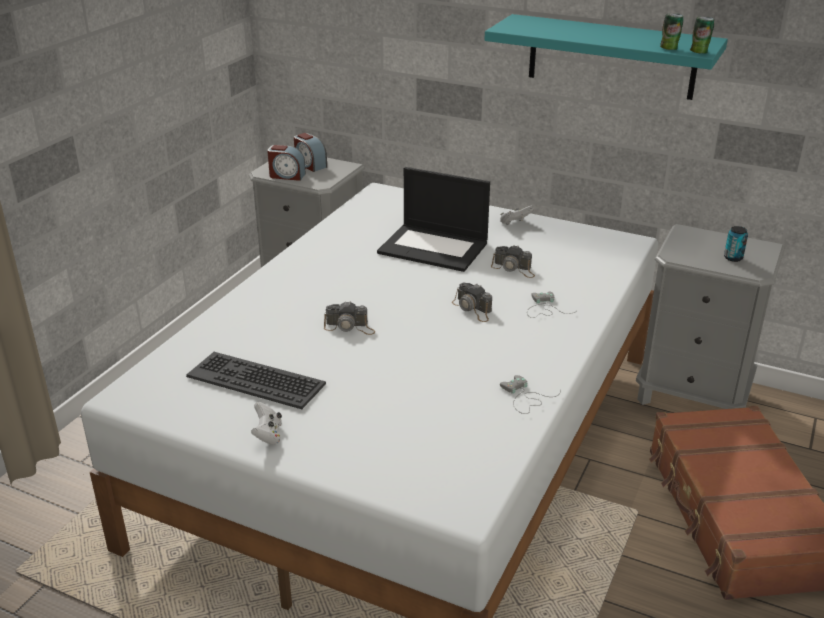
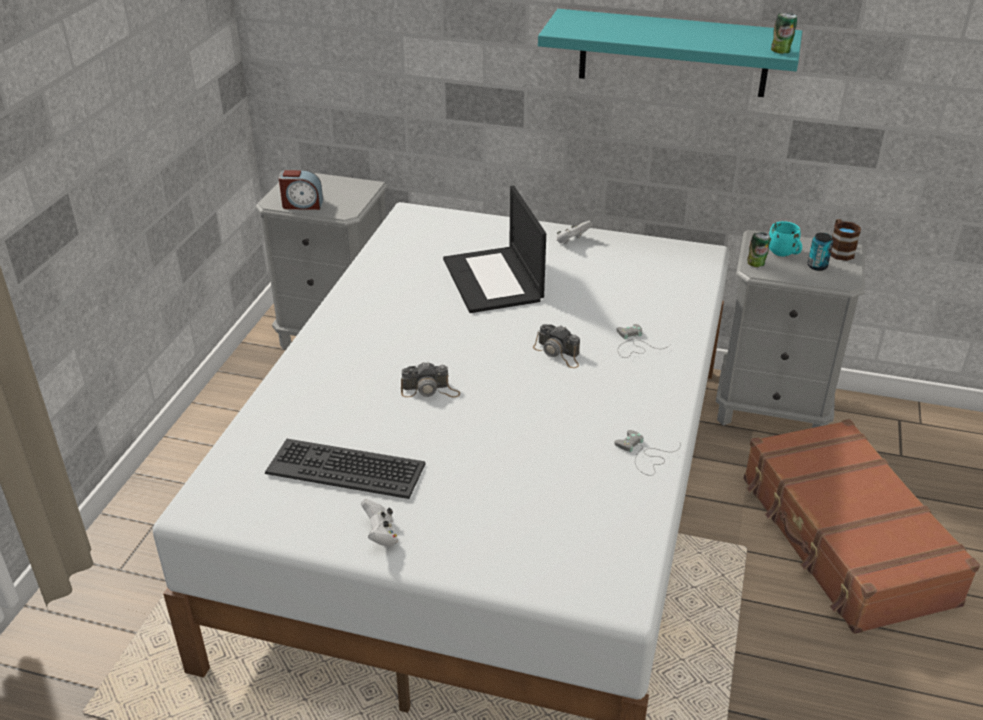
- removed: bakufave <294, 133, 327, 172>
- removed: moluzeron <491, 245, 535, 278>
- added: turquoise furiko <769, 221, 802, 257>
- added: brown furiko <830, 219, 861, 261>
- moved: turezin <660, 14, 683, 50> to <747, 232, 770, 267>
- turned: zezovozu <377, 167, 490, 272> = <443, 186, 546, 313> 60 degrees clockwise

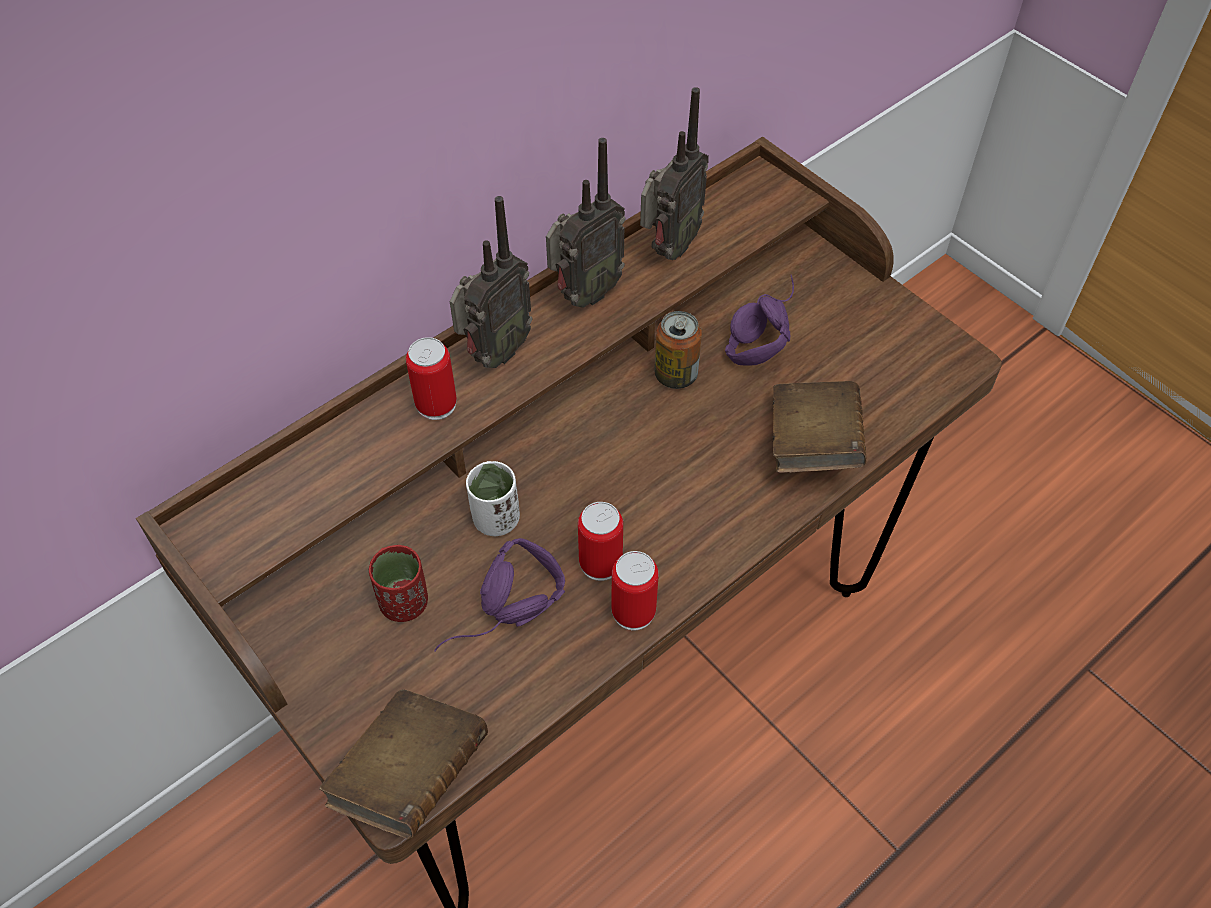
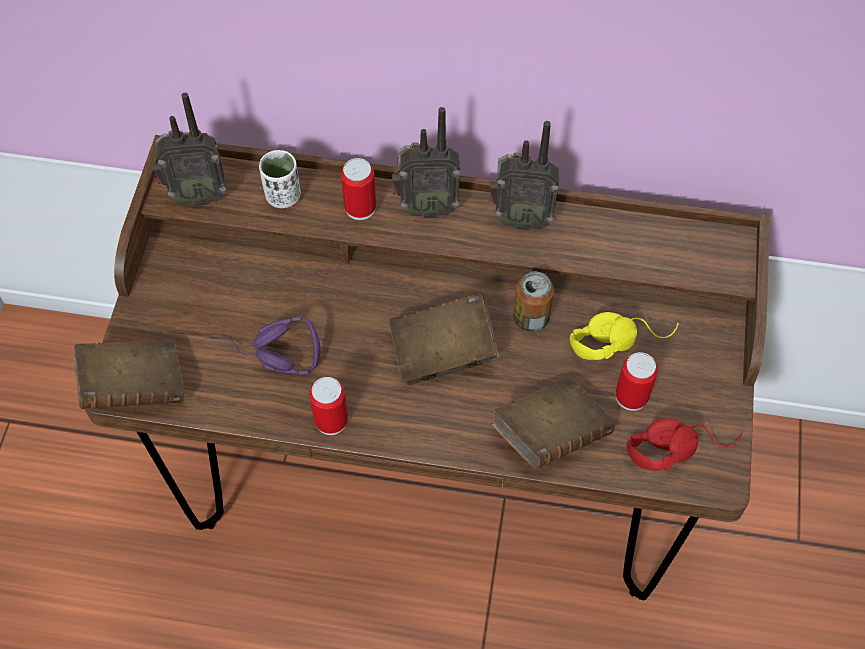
- removed: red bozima <369, 545, 428, 622>
- added: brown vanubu <389, 291, 499, 385>
- added: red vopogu <627, 418, 743, 471>
- moved: white bozima <466, 461, 520, 536> to <259, 150, 301, 208>
- moved: turezin <578, 502, 623, 581> to <615, 352, 658, 411>
- moved: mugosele <640, 87, 709, 260> to <153, 93, 227, 206>
- recoloured: purple vopogu <725, 275, 794, 366> to yellow vopogu <570, 312, 679, 360>

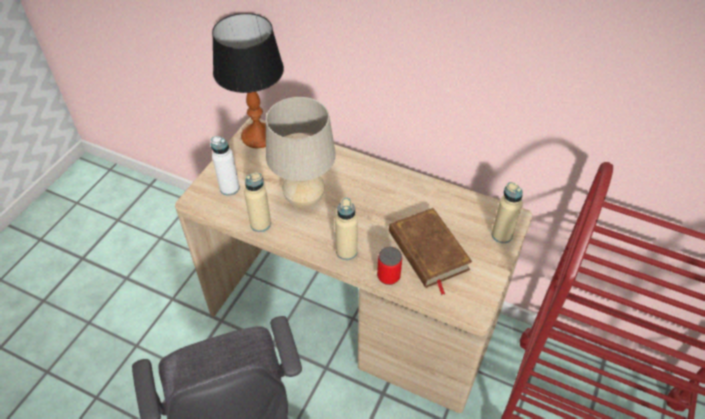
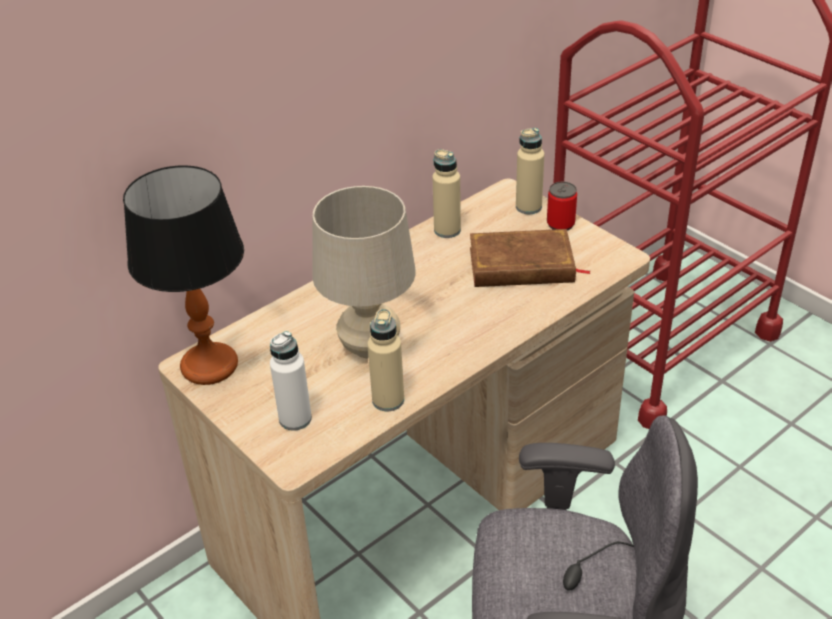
- moved: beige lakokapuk <335, 198, 358, 260> to <432, 149, 461, 238>
- moved: turezin <377, 247, 402, 285> to <547, 182, 577, 230>

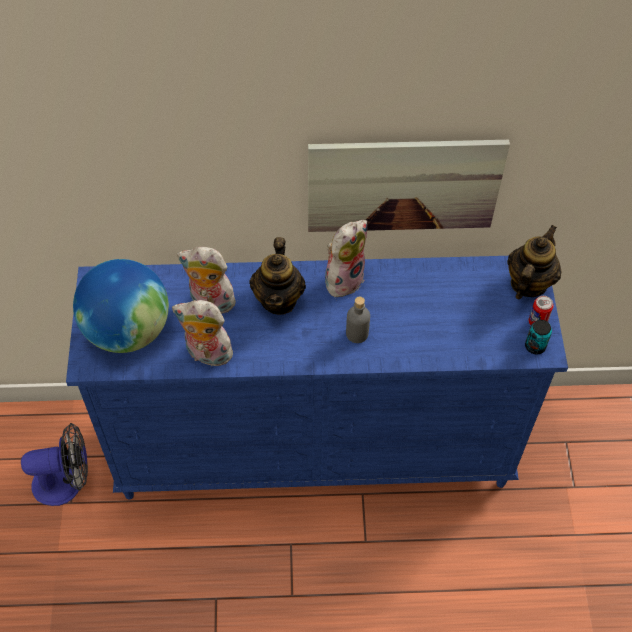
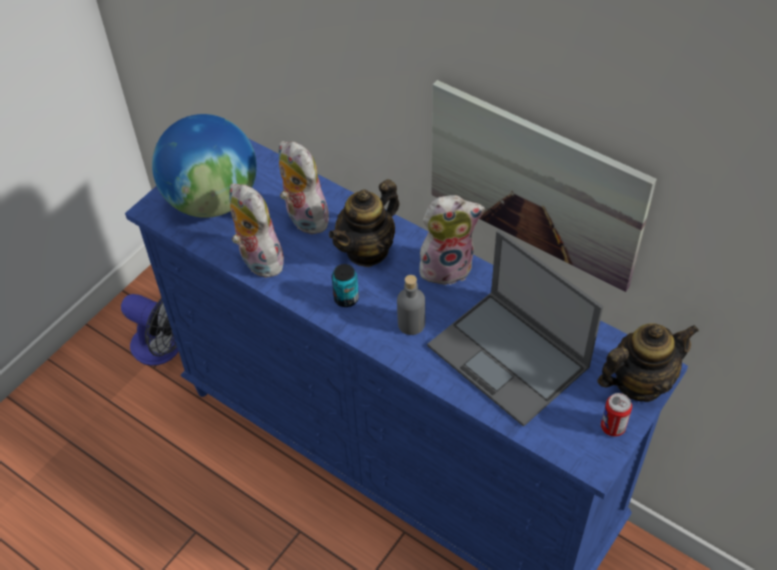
- added: zezovozu <427, 230, 603, 427>
- moved: turezin <525, 320, 552, 354> to <332, 264, 359, 307>

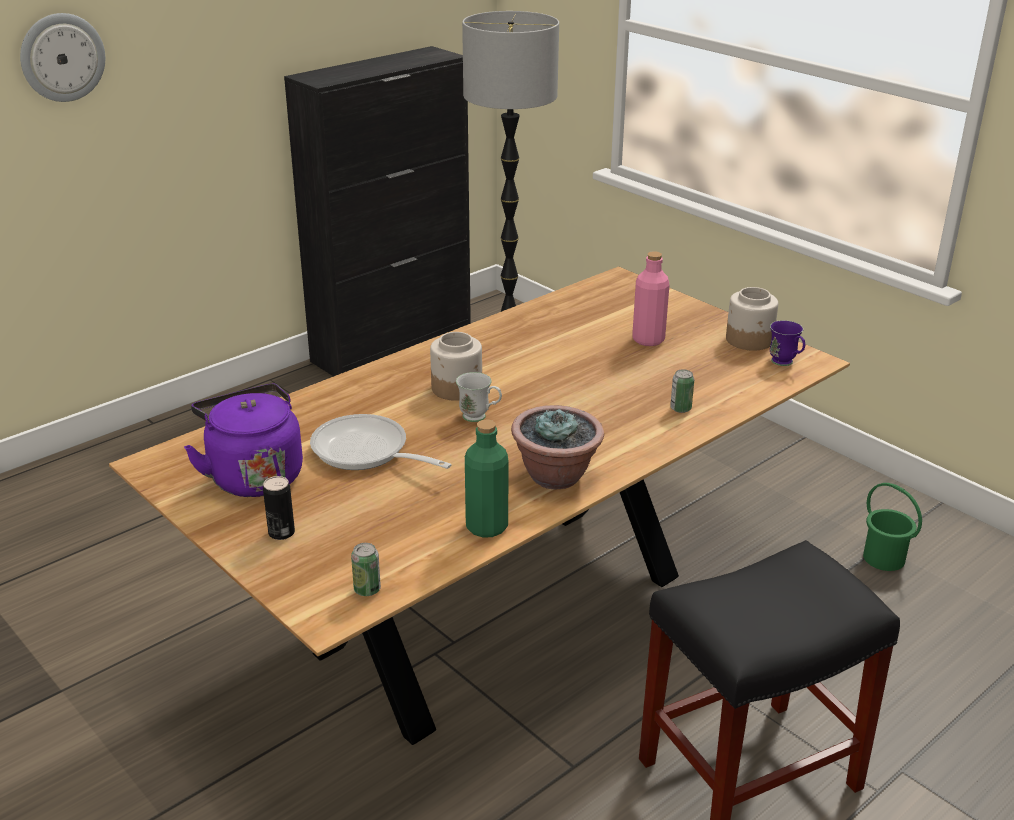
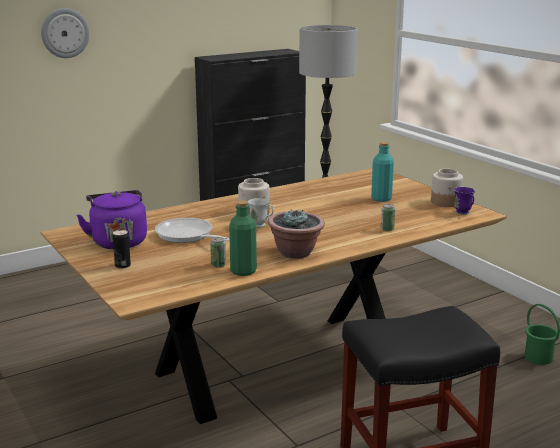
- moved: turezin <351, 543, 381, 596> to <210, 237, 226, 268>
- recoloured: pink lakokapuk <632, 251, 669, 346> to turquoise lakokapuk <371, 142, 394, 202>

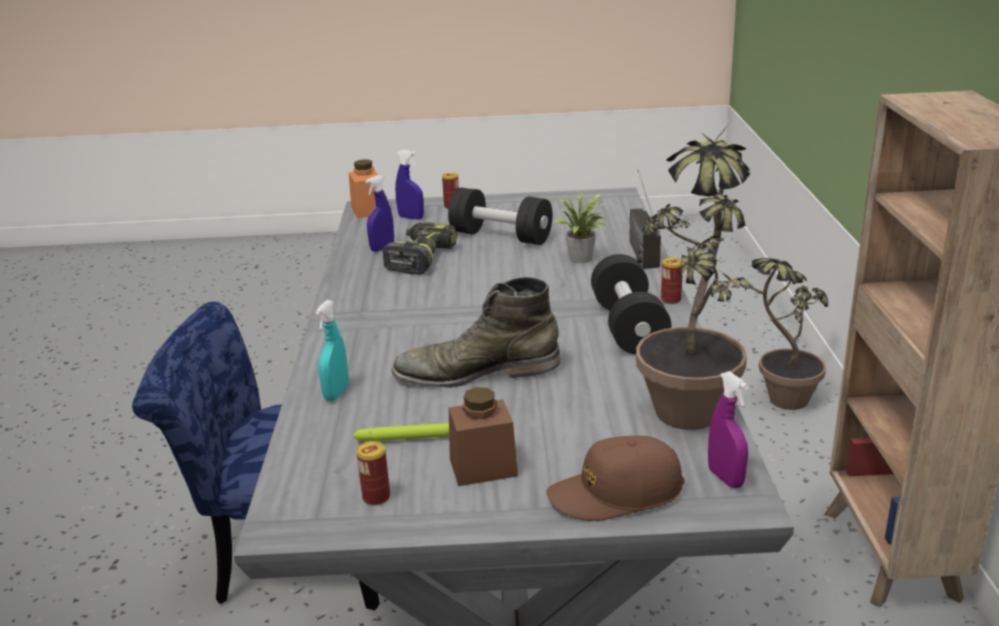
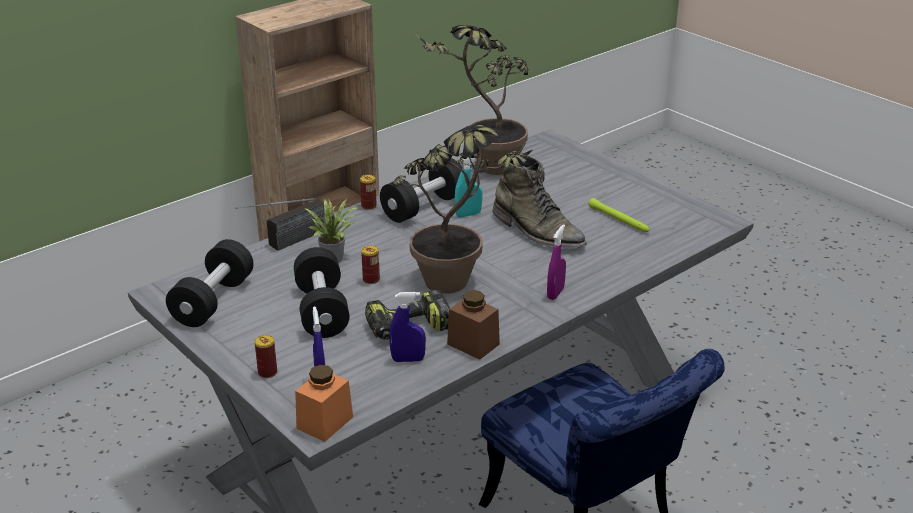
- removed: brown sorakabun <547, 436, 685, 521>
- added: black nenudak <166, 239, 254, 327>
- moved: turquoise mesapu <315, 300, 349, 401> to <455, 157, 482, 217>
- moved: turezin <356, 441, 390, 506> to <361, 245, 380, 284>
- moved: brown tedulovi <449, 387, 518, 486> to <447, 290, 500, 360>
- moved: purple mesapu <708, 371, 748, 488> to <547, 224, 566, 300>
- moved: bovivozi <719, 258, 828, 410> to <392, 124, 532, 294>

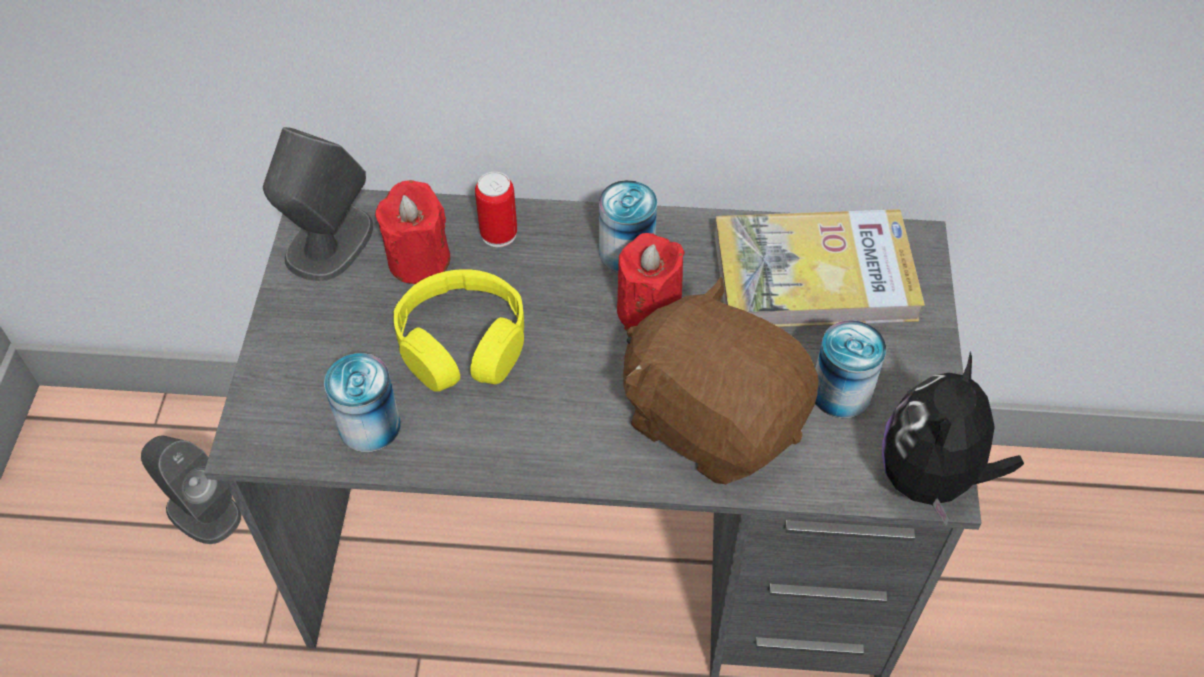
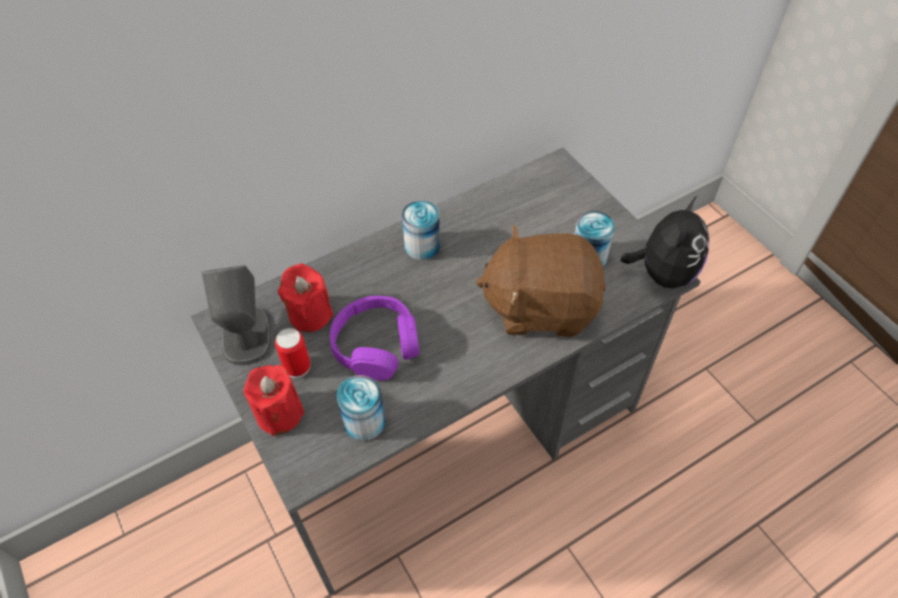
- removed: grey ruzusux <141, 435, 241, 544>
- removed: vanubu <714, 209, 925, 327>
- moved: turezin <475, 172, 517, 247> to <275, 328, 311, 378>
- moved: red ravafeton <617, 233, 685, 330> to <244, 365, 304, 436>
- recoloured: yellow vopogu <394, 269, 524, 392> to purple vopogu <330, 296, 420, 380>
- turned: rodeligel <882, 352, 1024, 526> = <621, 195, 709, 288> 150 degrees counterclockwise

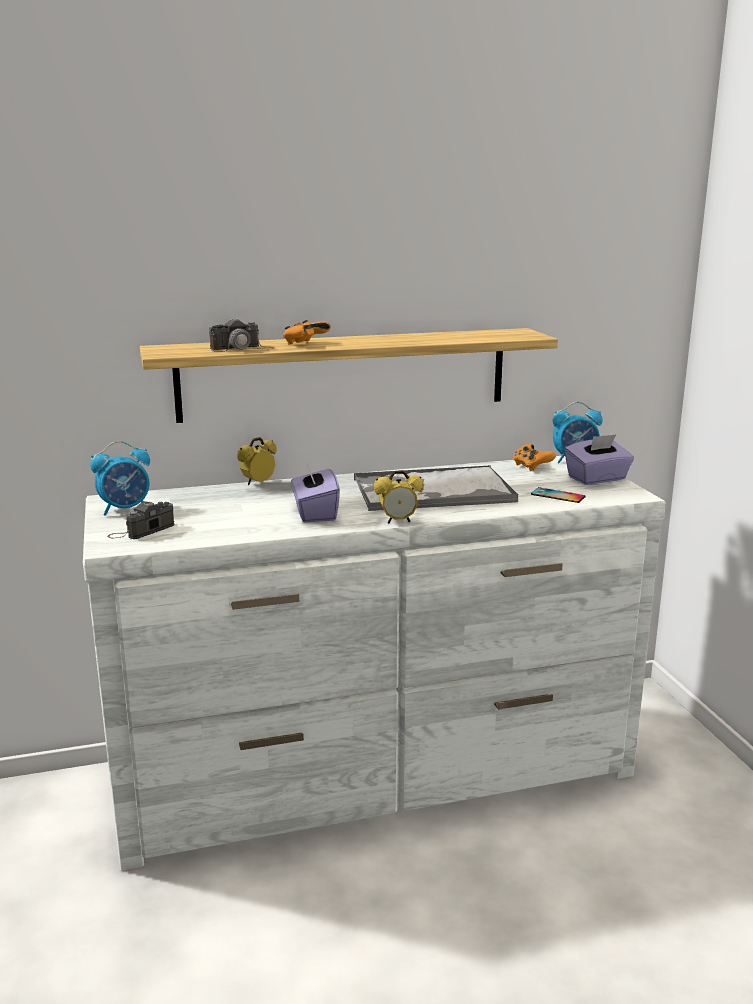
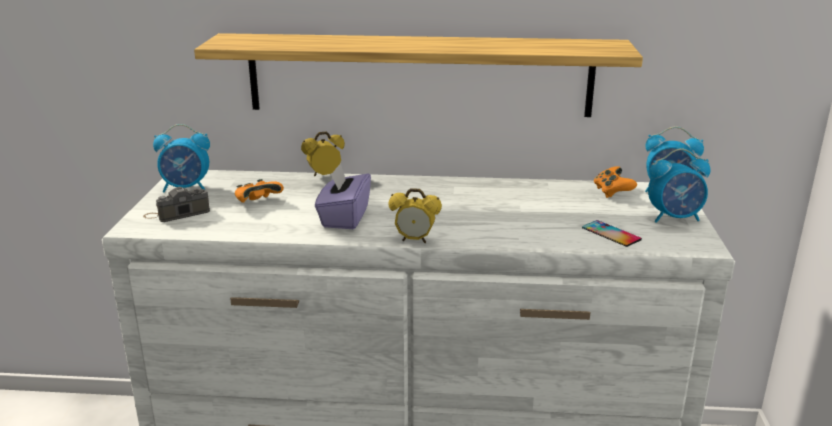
- removed: moluzeron <209, 318, 274, 352>
- removed: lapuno <354, 465, 518, 511>
- moved: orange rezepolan <283, 320, 331, 345> to <235, 179, 284, 203>
- replaced: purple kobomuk <564, 434, 634, 485> to bakufave <648, 148, 711, 222>

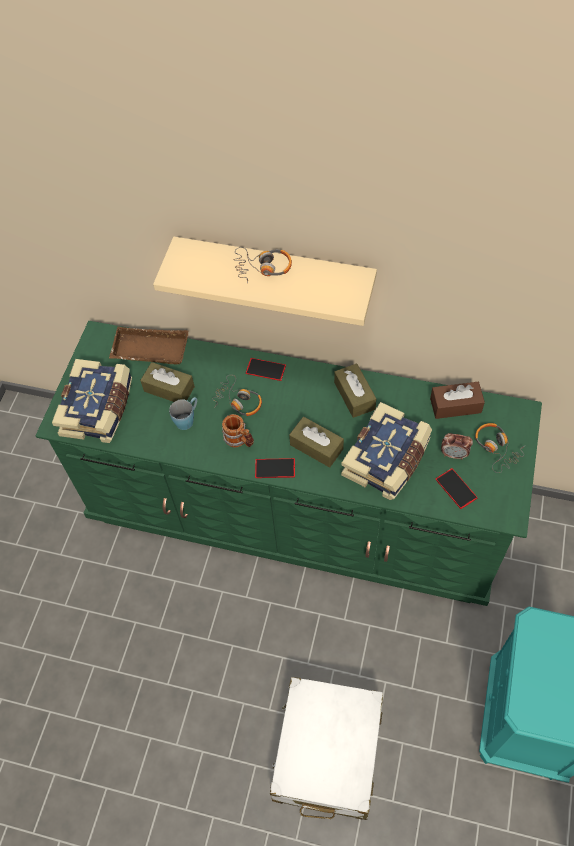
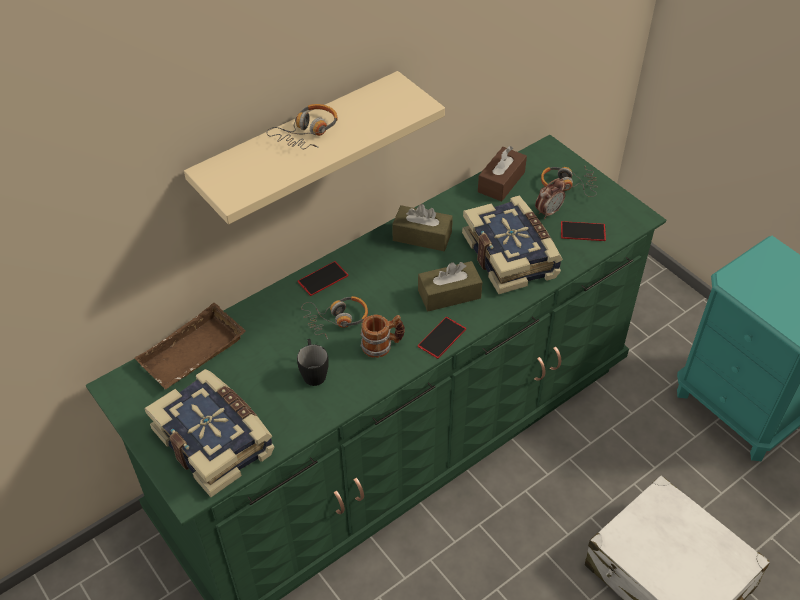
- removed: brown kobomuk <140, 362, 195, 402>
- recoloured: blue furiko <169, 397, 197, 430> to black furiko <297, 339, 329, 386>

